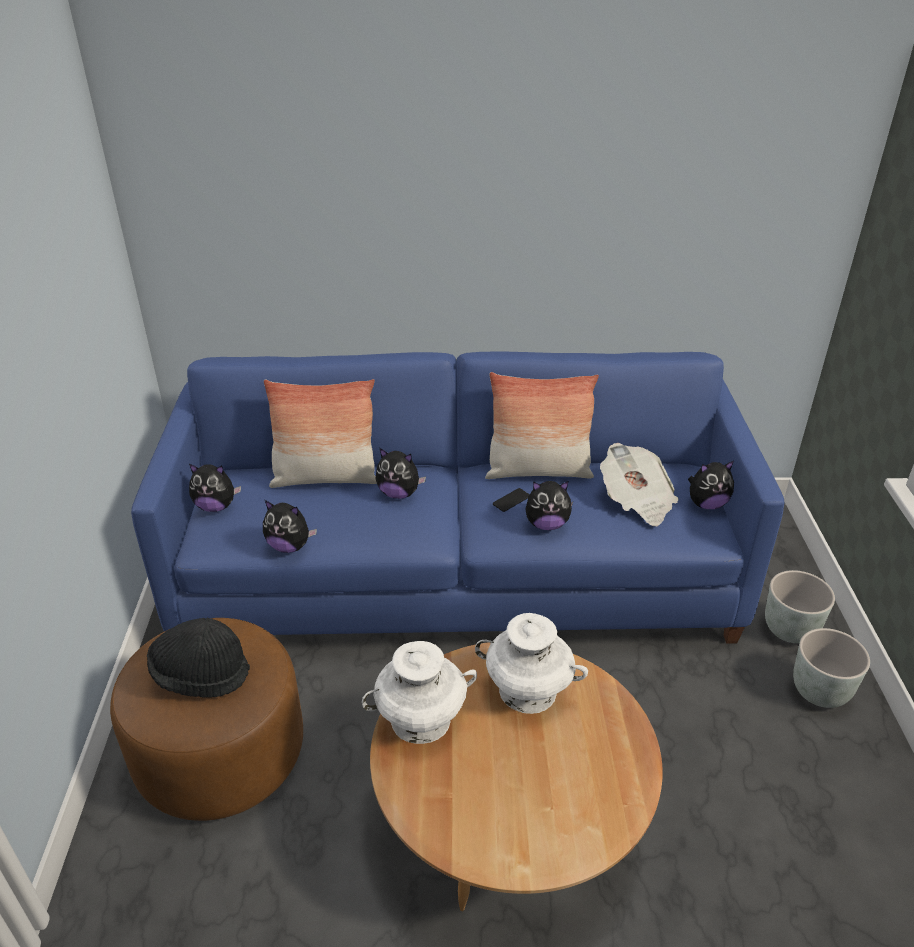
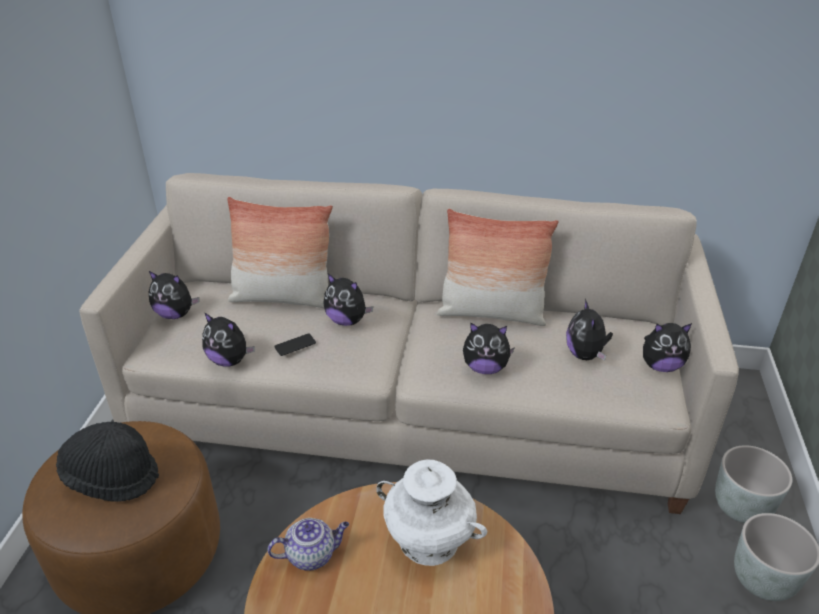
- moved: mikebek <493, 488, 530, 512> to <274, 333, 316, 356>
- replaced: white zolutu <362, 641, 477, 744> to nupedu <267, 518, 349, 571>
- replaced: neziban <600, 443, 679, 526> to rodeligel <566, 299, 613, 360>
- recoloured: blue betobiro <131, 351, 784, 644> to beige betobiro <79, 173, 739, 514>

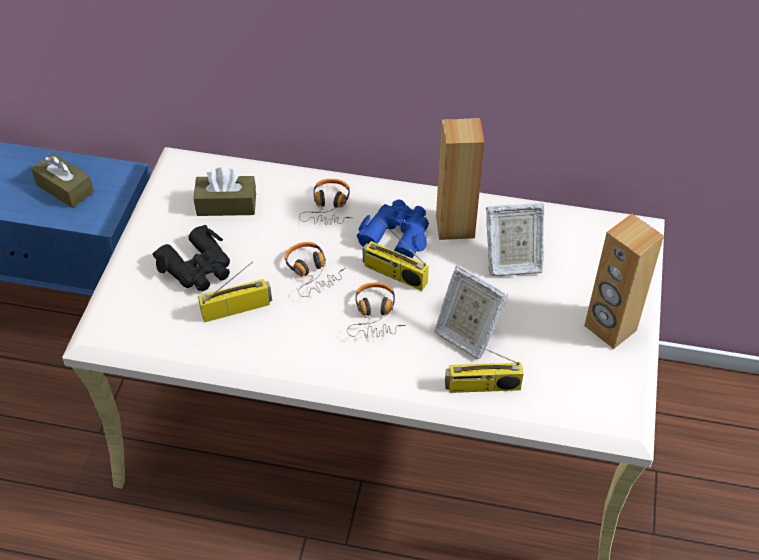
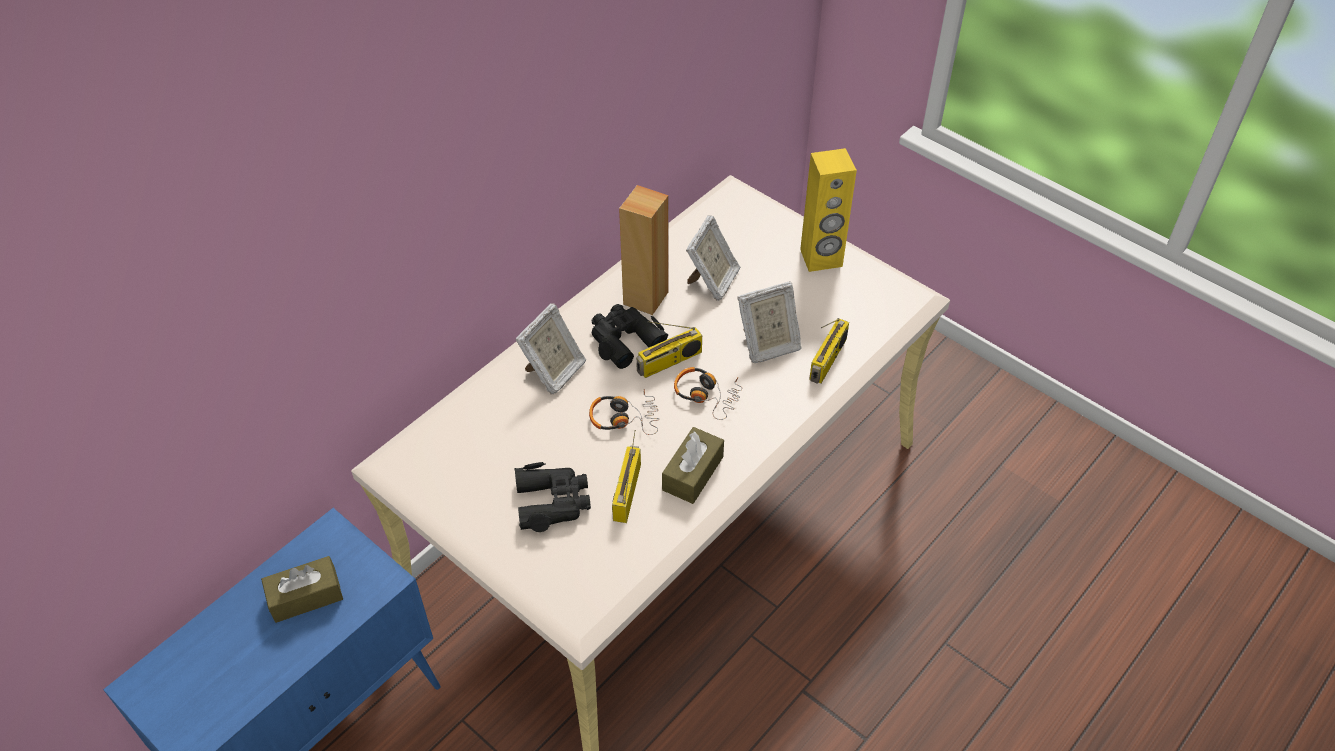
- moved: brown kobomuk <193, 167, 256, 216> to <662, 427, 724, 504>
- replaced: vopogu <299, 179, 352, 225> to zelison <515, 303, 586, 394>
- recoloured: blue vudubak <357, 199, 429, 258> to black vudubak <592, 304, 668, 369>
- recoloured: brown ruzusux <584, 214, 664, 349> to yellow ruzusux <800, 148, 857, 272>

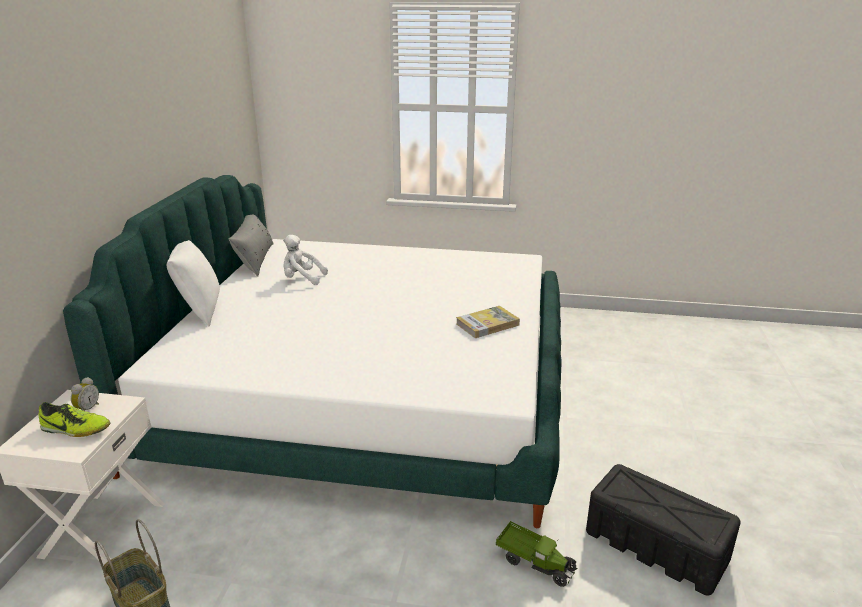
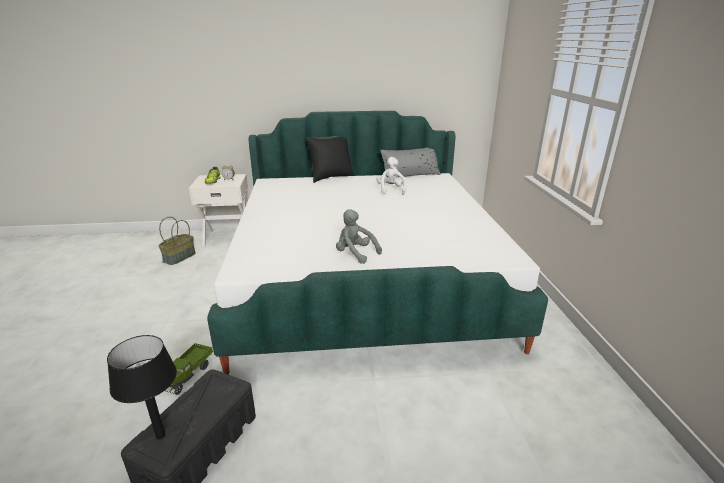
- added: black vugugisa <107, 335, 177, 440>
- replaced: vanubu <456, 306, 520, 338> to grey rodeligel <336, 209, 382, 264>
- recoloured: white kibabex <167, 240, 220, 327> to black kibabex <305, 136, 354, 183>

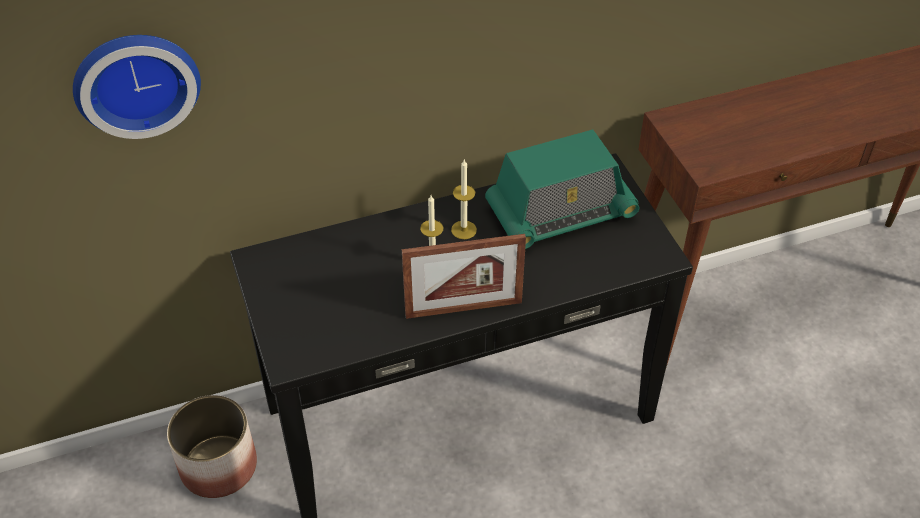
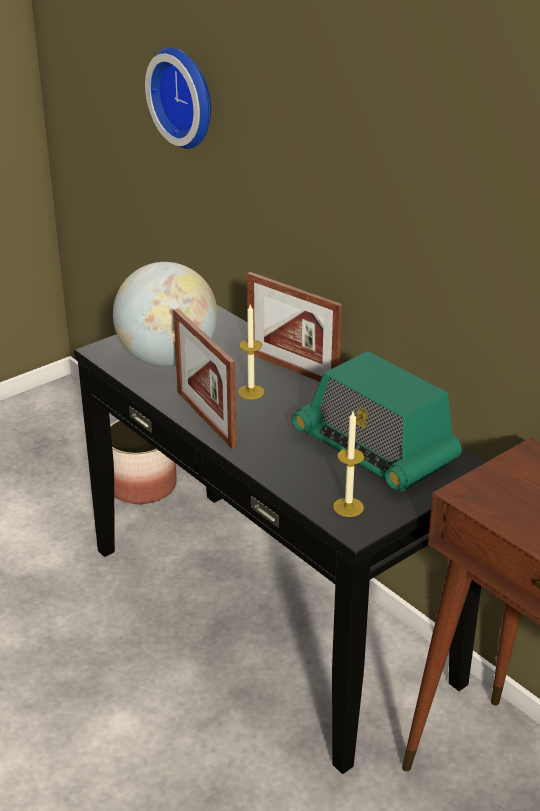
- added: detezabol <113, 262, 218, 367>
- added: zelison <247, 272, 342, 382>
- moved: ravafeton <451, 160, 477, 239> to <333, 412, 364, 517>

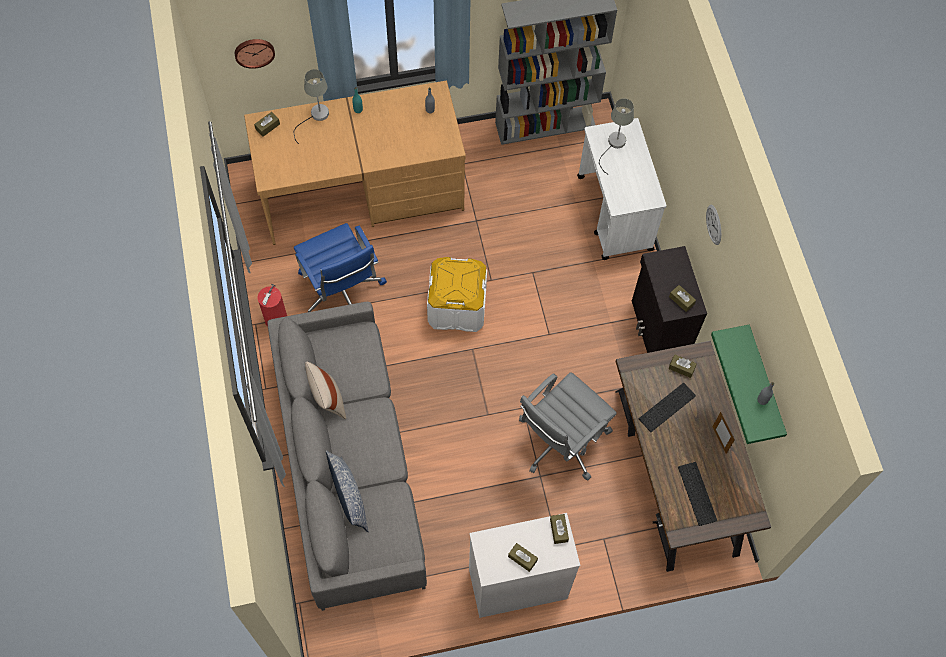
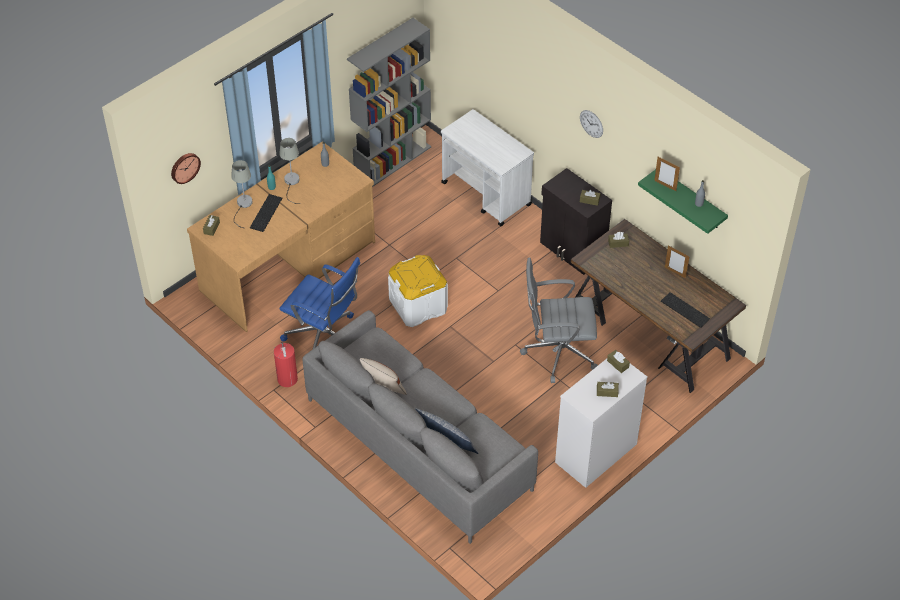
- added: zelison <654, 157, 680, 191>
- moved: grey vugugisa <599, 99, 634, 175> to <279, 138, 299, 204>
- moved: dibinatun <639, 383, 696, 432> to <250, 194, 282, 232>
- turned: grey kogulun <519, 372, 617, 481> = <520, 257, 598, 383> 75 degrees clockwise

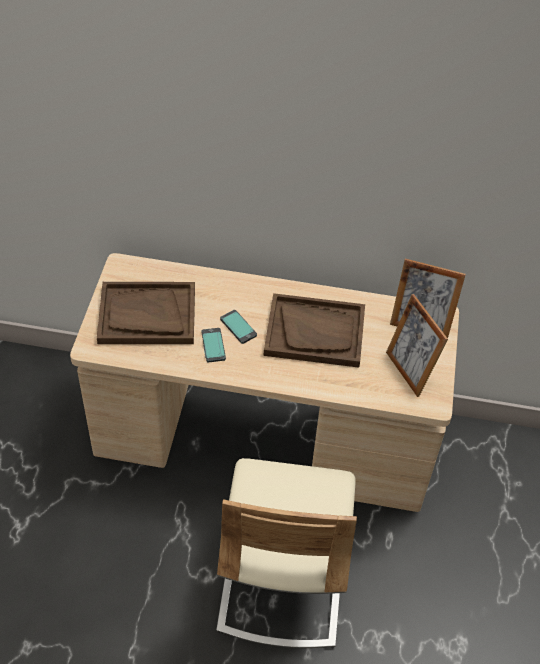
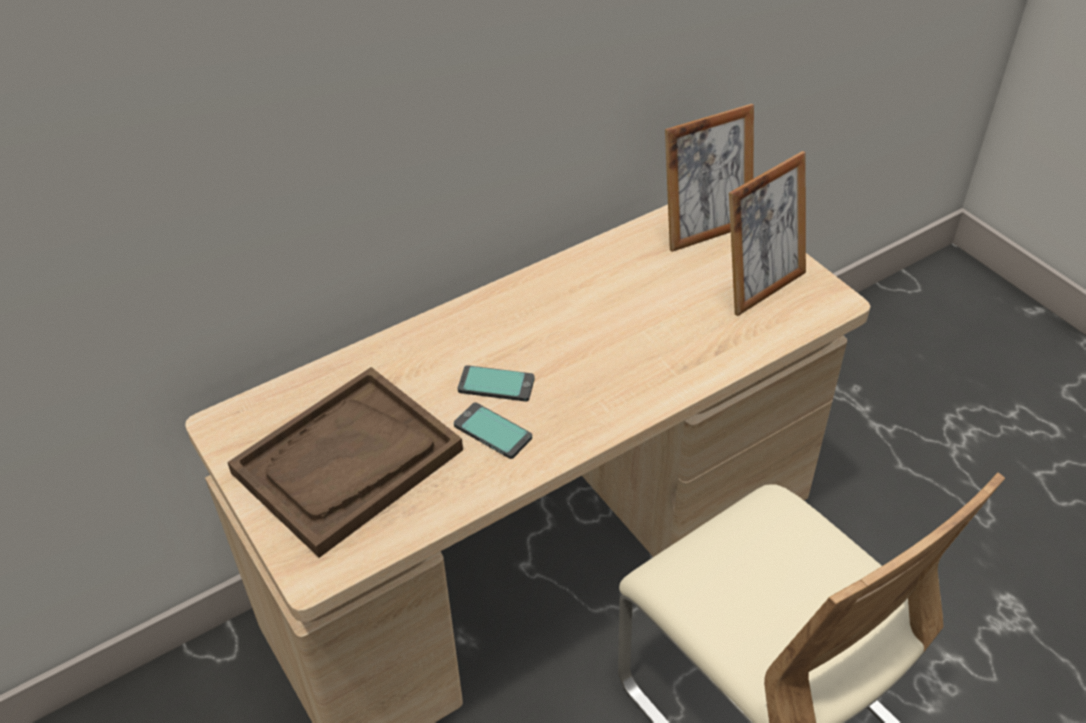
- removed: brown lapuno <264, 293, 365, 368>
- turned: zelison <386, 294, 448, 397> = <729, 151, 806, 316> 60 degrees counterclockwise

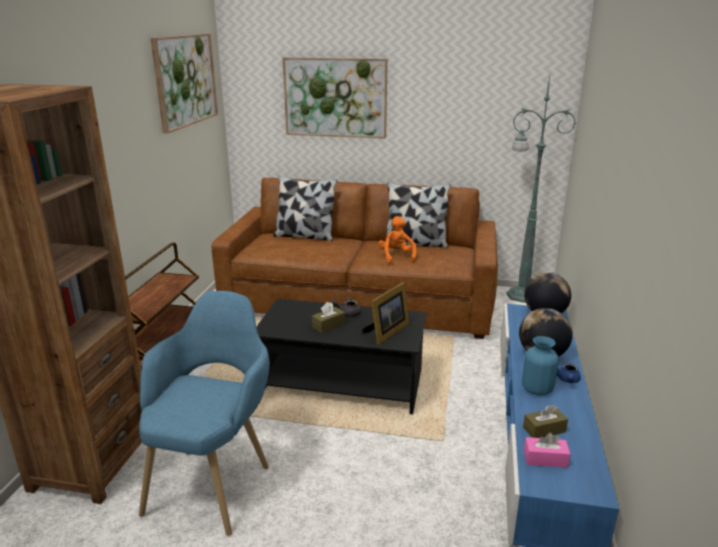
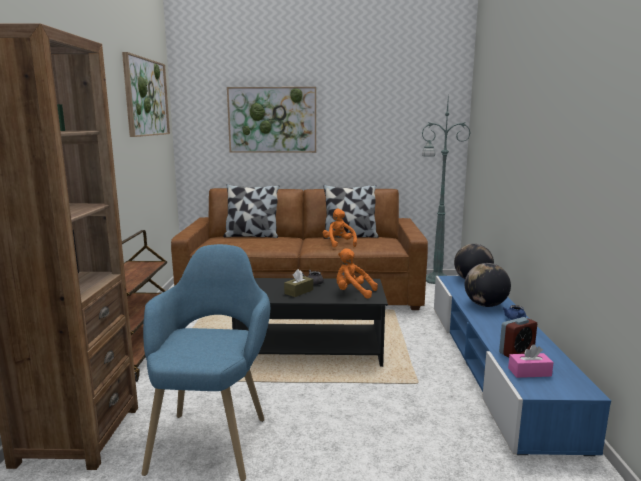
- removed: blue zolutu <522, 336, 559, 395>
- replaced: zelison <362, 282, 409, 345> to orange rodeligel <336, 248, 378, 298>
- replaced: brown kobomuk <523, 404, 568, 438> to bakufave <499, 317, 537, 357>

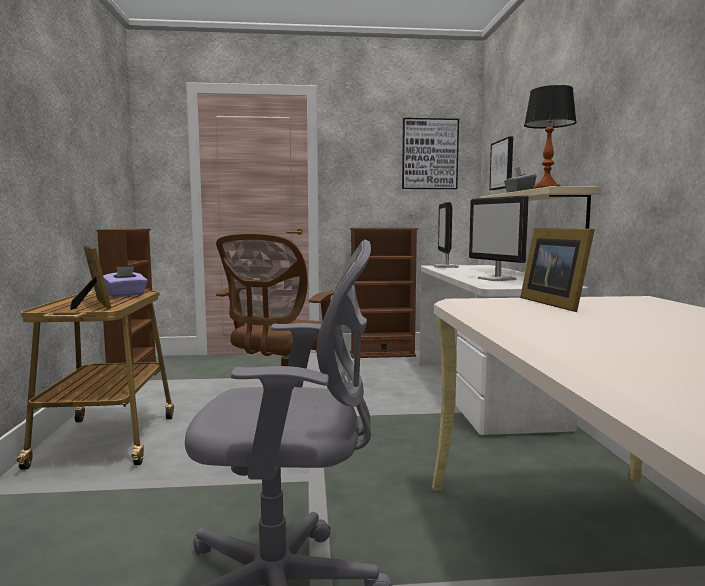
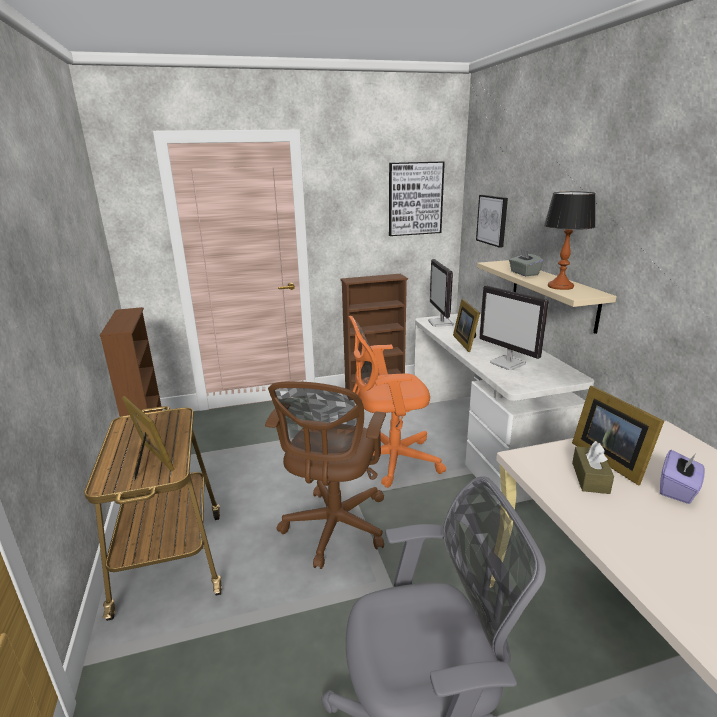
- added: orange kogulun <349, 316, 446, 488>
- added: zelison <453, 299, 480, 352>
- added: brown kobomuk <572, 441, 614, 494>
- moved: purple kobomuk <103, 266, 148, 297> to <660, 450, 705, 504>

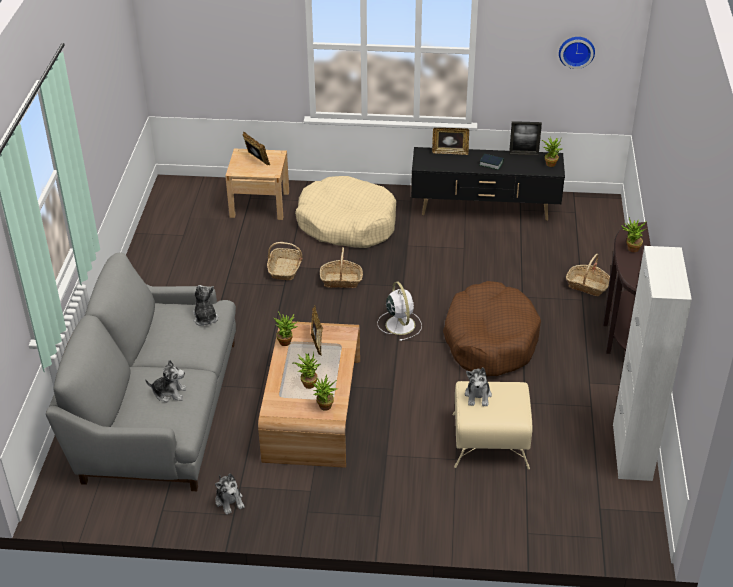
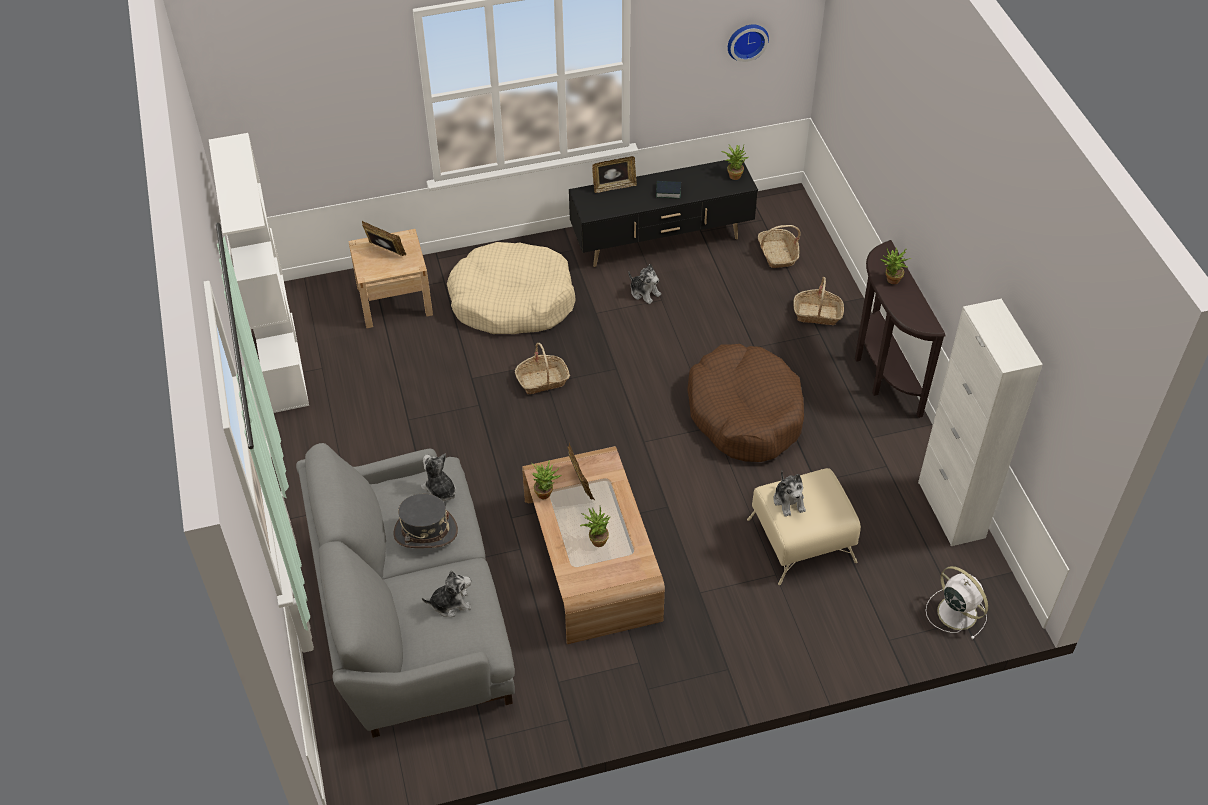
- removed: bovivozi <312, 374, 338, 411>
- removed: zelison <509, 121, 542, 155>
- added: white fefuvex <209, 133, 309, 413>
- added: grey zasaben <393, 494, 458, 548>
- moved: rodeligel <215, 473, 244, 515> to <628, 264, 661, 304>
- moved: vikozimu <267, 242, 302, 280> to <758, 225, 800, 268>
- moved: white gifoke <377, 282, 422, 341> to <926, 566, 988, 639>

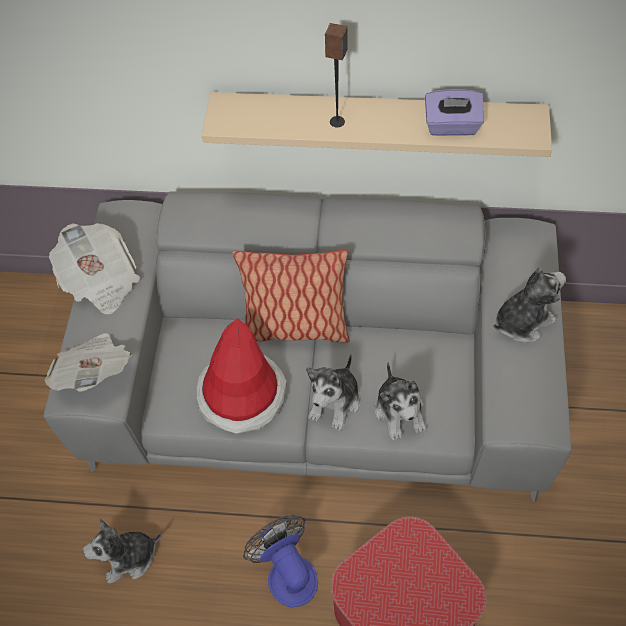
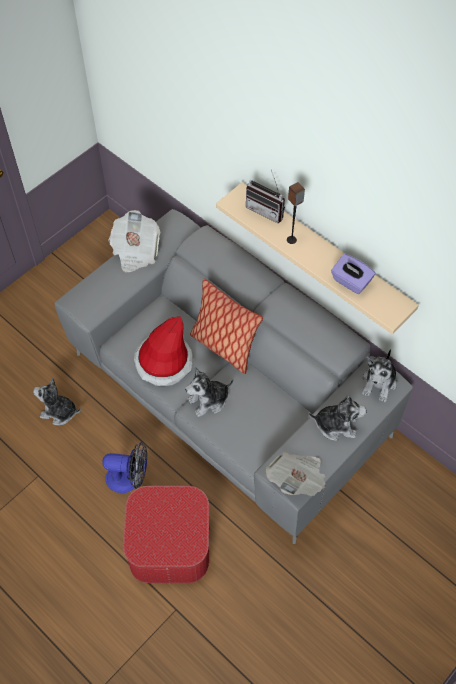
- added: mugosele <246, 170, 285, 223>
- moved: neziban <44, 333, 132, 392> to <266, 452, 326, 496>
- moved: rodeligel <375, 362, 426, 440> to <362, 349, 397, 402>
- turned: gifoke <243, 515, 318, 607> = <102, 442, 147, 493> 90 degrees clockwise

